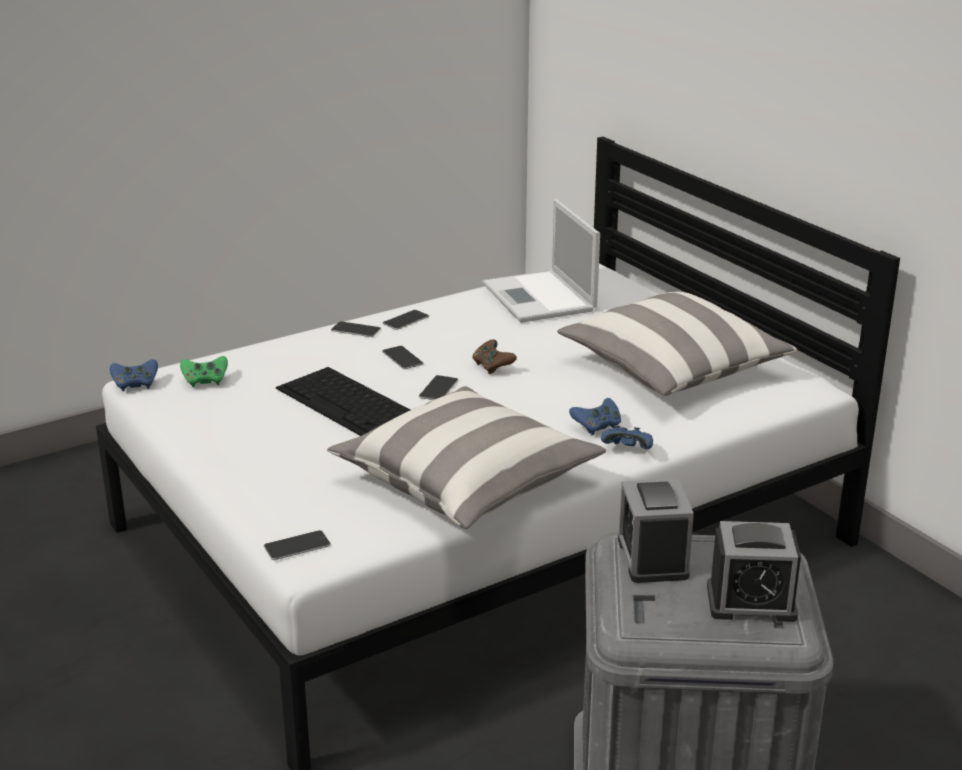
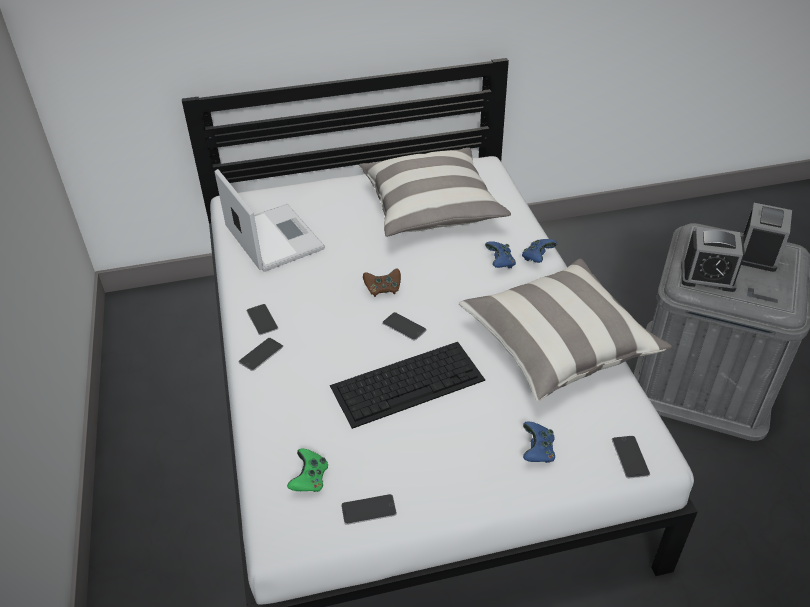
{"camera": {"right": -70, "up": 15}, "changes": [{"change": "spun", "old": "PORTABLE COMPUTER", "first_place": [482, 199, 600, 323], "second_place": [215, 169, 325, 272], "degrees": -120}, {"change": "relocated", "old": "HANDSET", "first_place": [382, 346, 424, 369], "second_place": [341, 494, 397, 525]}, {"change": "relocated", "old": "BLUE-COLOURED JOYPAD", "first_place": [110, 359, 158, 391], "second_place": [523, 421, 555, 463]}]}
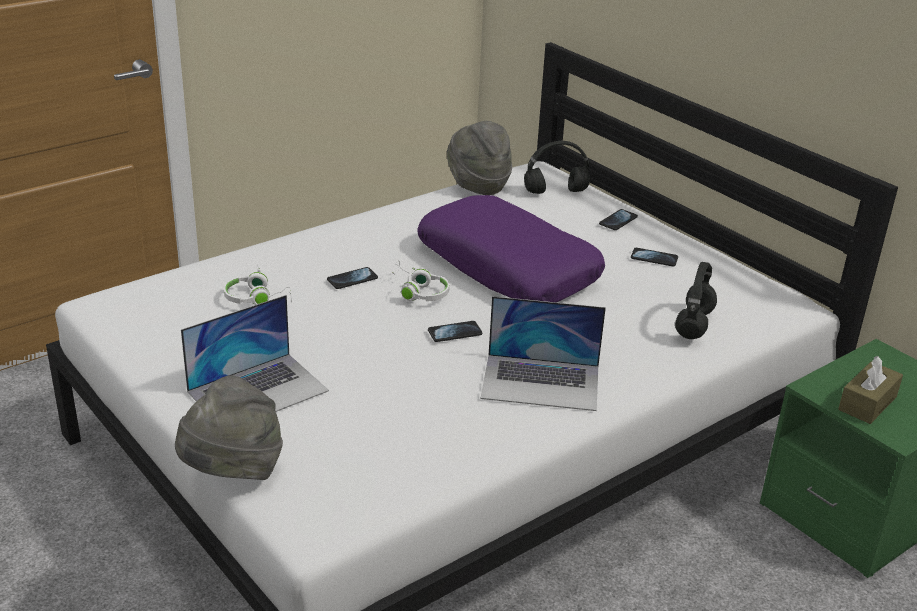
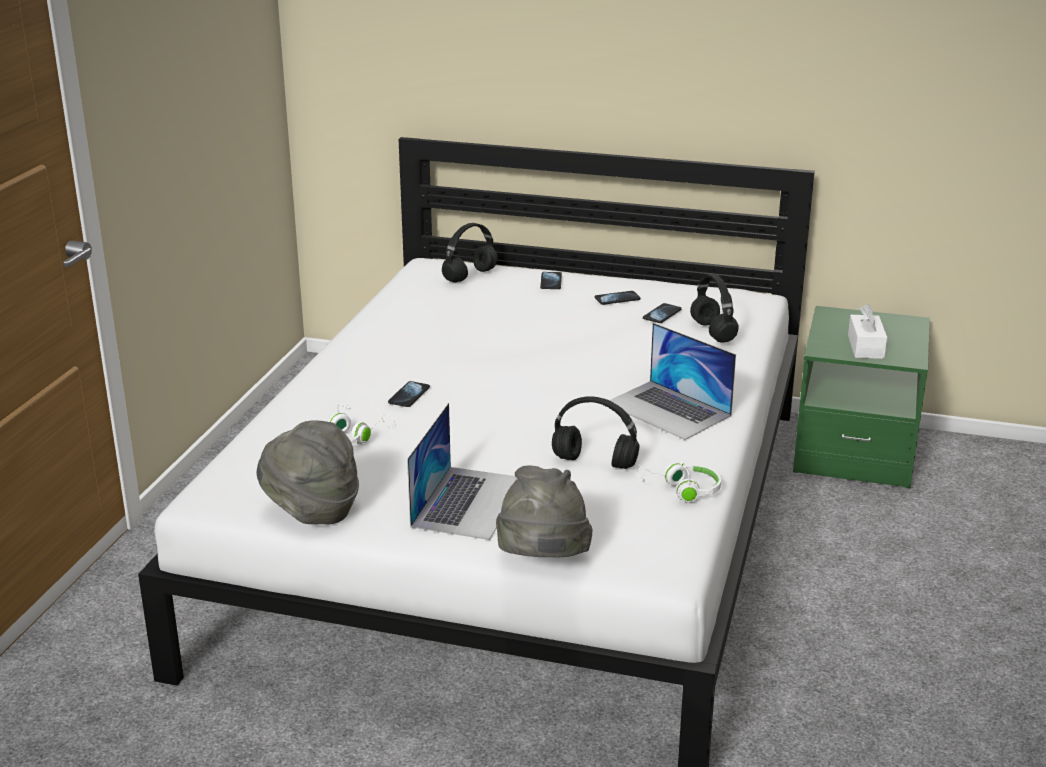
{"camera": {"right": -35, "up": -5}, "changes": [{"change": "relocated", "old": "GRAY CLOTHING HAT", "first_place": [447, 121, 512, 195], "second_place": [257, 420, 359, 524]}, {"change": "appeared", "new": "BLACK HEADSET", "second_place": [552, 396, 639, 469]}, {"change": "spun", "old": "PORTABLE COMPUTER", "first_place": [480, 296, 606, 411], "second_place": [609, 323, 736, 440], "degrees": 75}, {"change": "relocated", "old": "WHITE HEADSET", "first_place": [392, 260, 450, 301], "second_place": [637, 462, 721, 502]}, {"change": "relocated", "old": "HANDSET", "first_place": [428, 321, 482, 342], "second_place": [643, 303, 682, 323]}, {"change": "colour", "old": "BROWNISH BOX OF TISSUES", "new": "WHITE BOX OF TISSUES", "first_place": [838, 356, 903, 424], "second_place": [848, 304, 887, 359]}, {"change": "missing", "old": "PURPLE-COLOURED CUSHION", "first_place": [417, 195, 605, 302]}]}
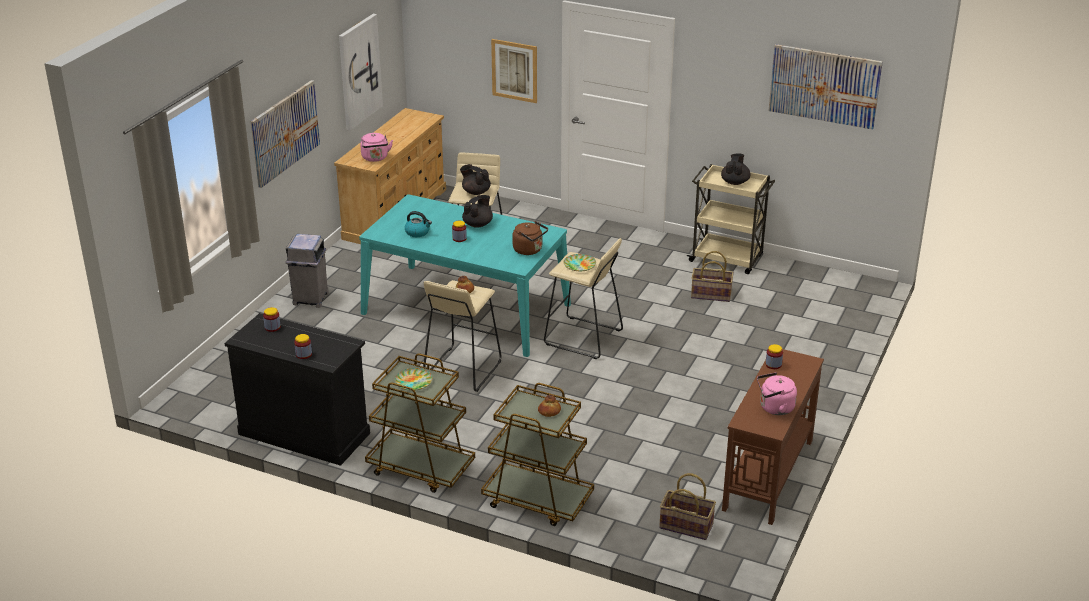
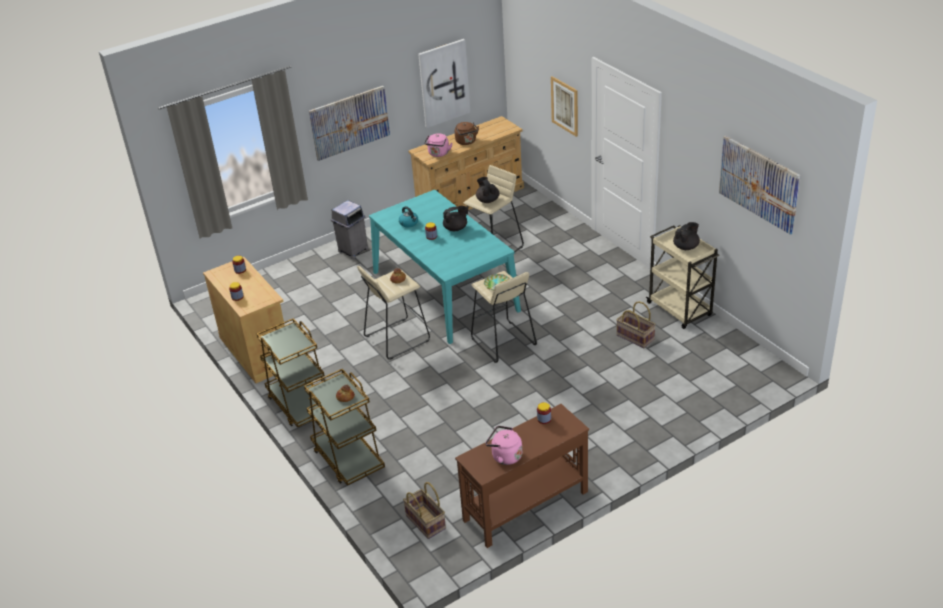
{"camera": {"right": 35, "up": 5}, "changes": [{"change": "colour", "old": "BLACK CABINET", "new": "BEIGE-COLOURED CABINET", "first_place": [225, 313, 370, 466], "second_place": [203, 257, 285, 383]}, {"change": "relocated", "old": "BROWNISH TEA KETTLE", "first_place": [512, 221, 548, 255], "second_place": [455, 122, 479, 145]}, {"change": "missing", "old": "PLATE", "first_place": [395, 368, 433, 391]}]}
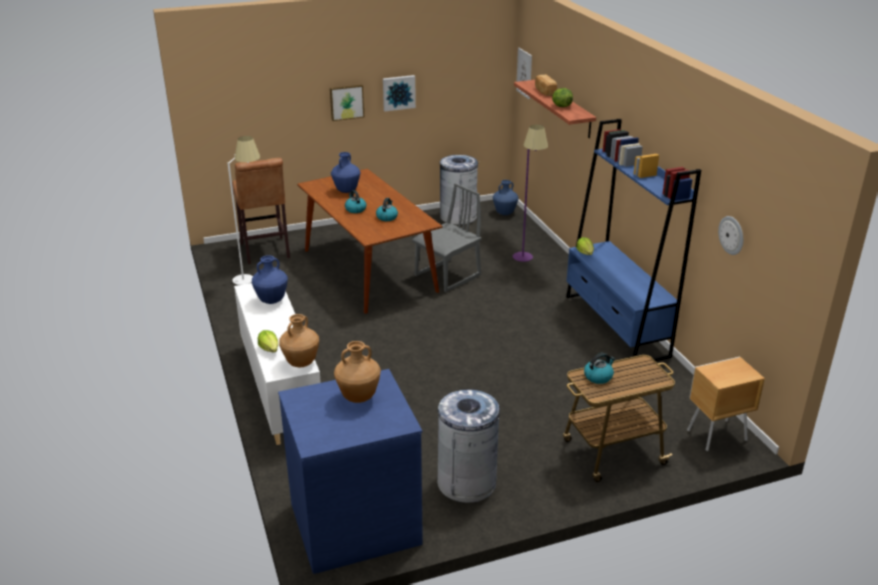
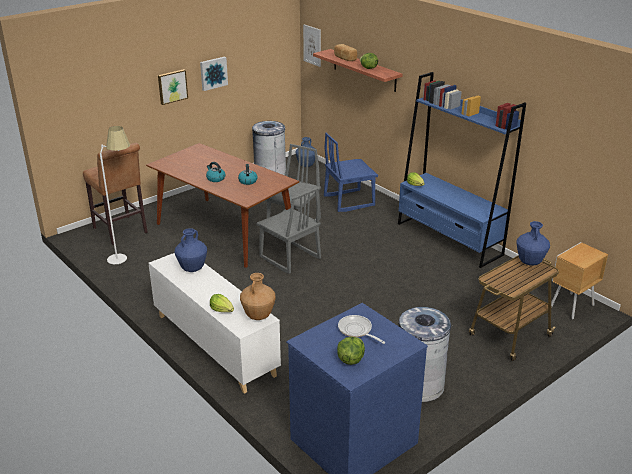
{"camera": {"right": -20, "up": 0}, "changes": [{"change": "appeared", "new": "GRAY CHAIR", "second_place": [256, 188, 321, 274]}, {"change": "exchanged", "old": "PURPLE-COLOURED STANDING LAMP", "new": "BLUE-COLOURED CHAIR", "first_place": [513, 125, 548, 262], "second_place": [324, 132, 378, 212]}, {"change": "appeared", "new": "HEAD OF LETTUCE", "second_place": [337, 337, 365, 365]}, {"change": "exchanged", "old": "BROWNISH DECORATIVE VASE", "new": "SKILLET", "first_place": [334, 341, 381, 403], "second_place": [338, 315, 386, 344]}, {"change": "relocated", "old": "BLUE-COLOURED DECORATIVE VASE", "first_place": [331, 152, 360, 193], "second_place": [516, 221, 550, 266]}, {"change": "missing", "old": "TEA KETTLE", "first_place": [584, 353, 615, 384]}, {"change": "missing", "old": "CLOCK ON THE WALL", "first_place": [718, 216, 743, 255]}]}
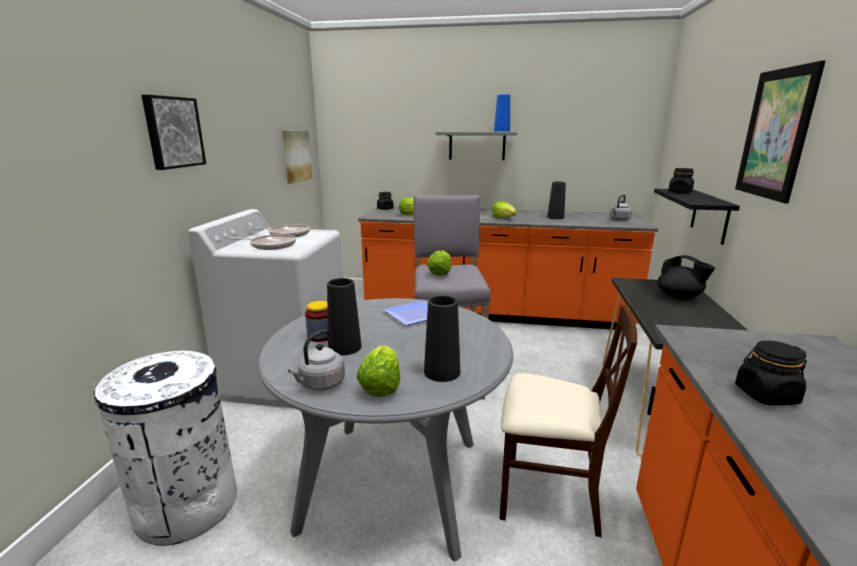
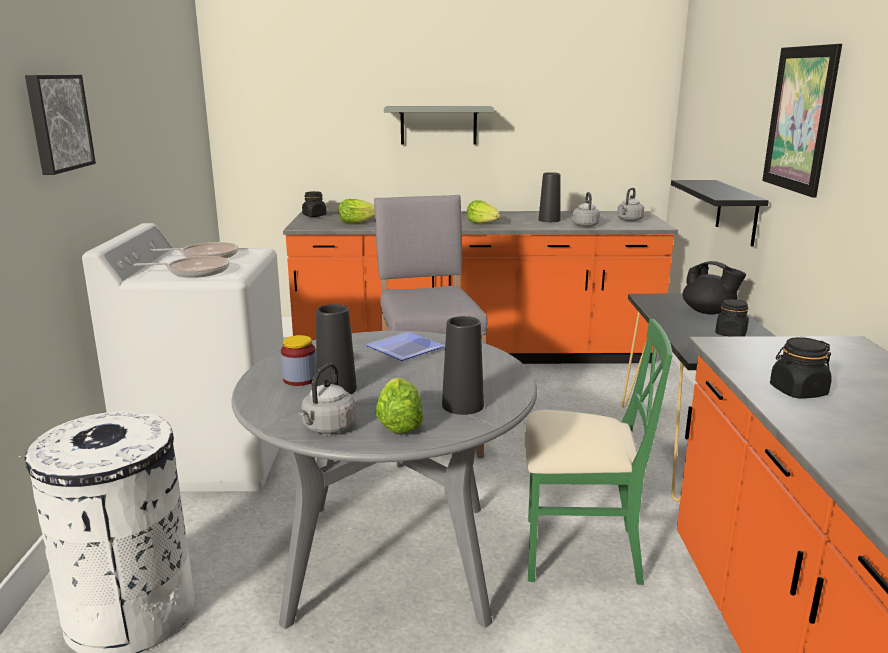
{"camera": {"right": -10, "up": 0}, "changes": [{"change": "colour", "old": "BEIGE-COLOURED CHAIR", "new": "GREEN CHAIR", "first_place": [499, 305, 637, 537], "second_place": [525, 319, 673, 585]}, {"change": "appeared", "new": "GRAY TEA KETTLE", "second_place": [573, 192, 600, 227]}, {"change": "relocated", "old": "BLACK STORAGE JAR", "first_place": [668, 168, 694, 193], "second_place": [715, 299, 749, 337]}, {"change": "missing", "old": "PICTURE", "first_place": [282, 130, 312, 184]}, {"change": "missing", "old": "HEAD OF LETTUCE", "first_place": [427, 250, 451, 276]}, {"change": "missing", "old": "BLUE-COLOURED DECORATIVE VASE", "first_place": [494, 94, 510, 132]}]}
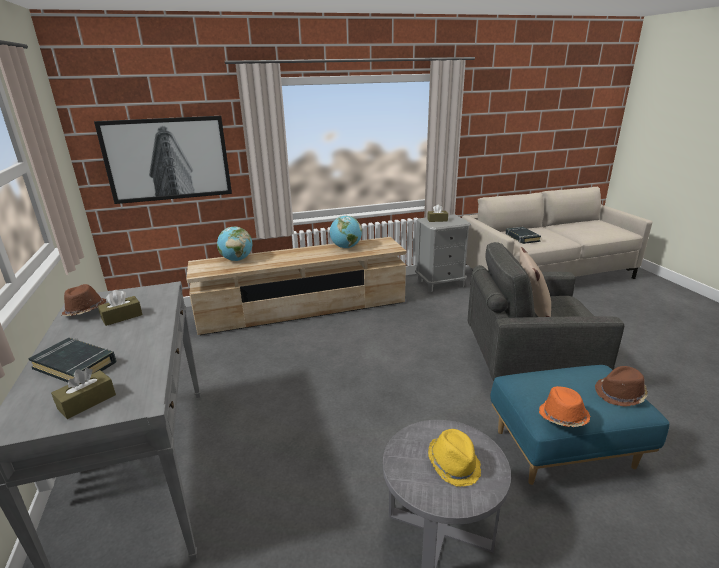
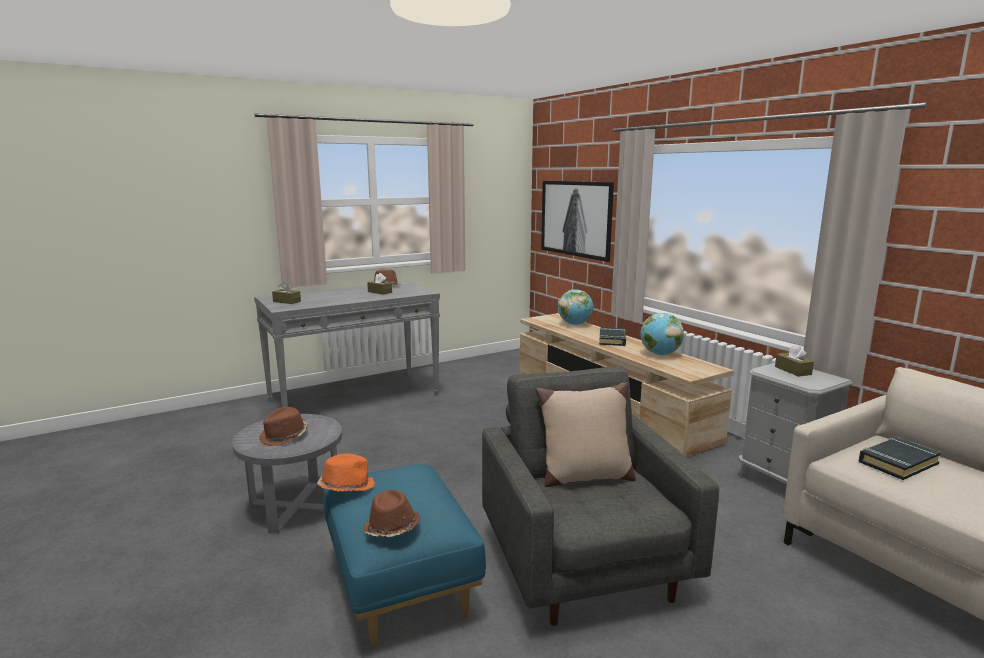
{"camera": {"right": 75, "up": -10}, "changes": [{"change": "colour", "old": "YELLOW-COLOURED CLOTHING HAT", "new": "BROWNISH CLOTHING HAT", "first_place": [428, 429, 481, 487], "second_place": [259, 407, 307, 446]}, {"change": "relocated", "old": "BLACK BOUND BOOK", "first_place": [28, 338, 116, 382], "second_place": [599, 327, 626, 346]}]}
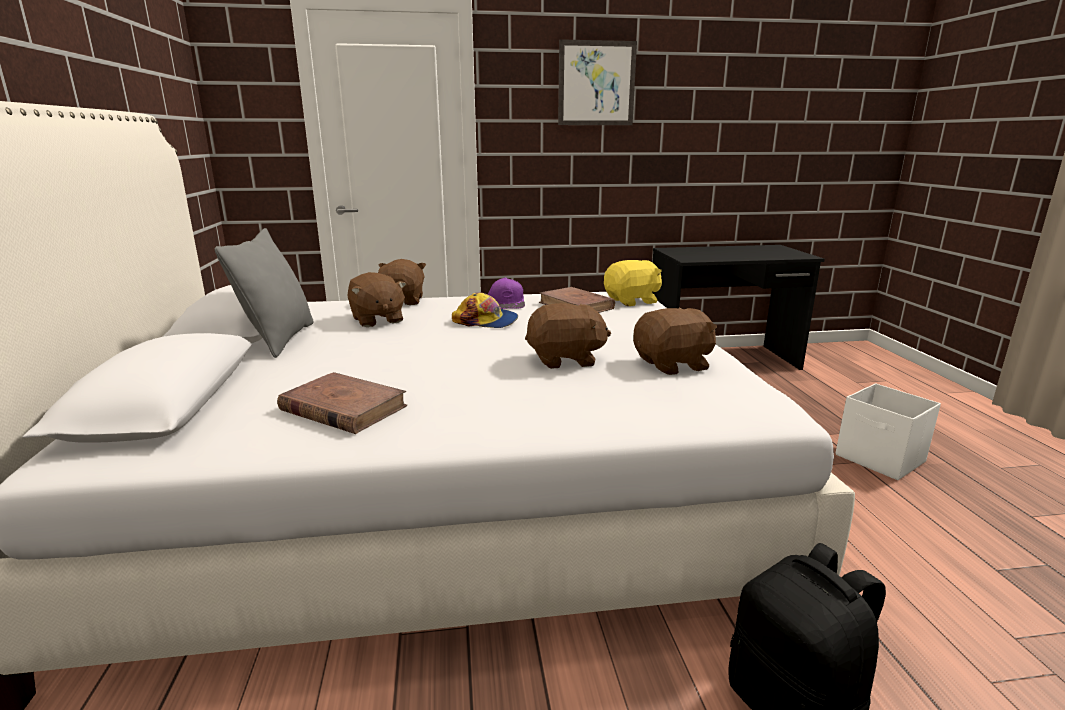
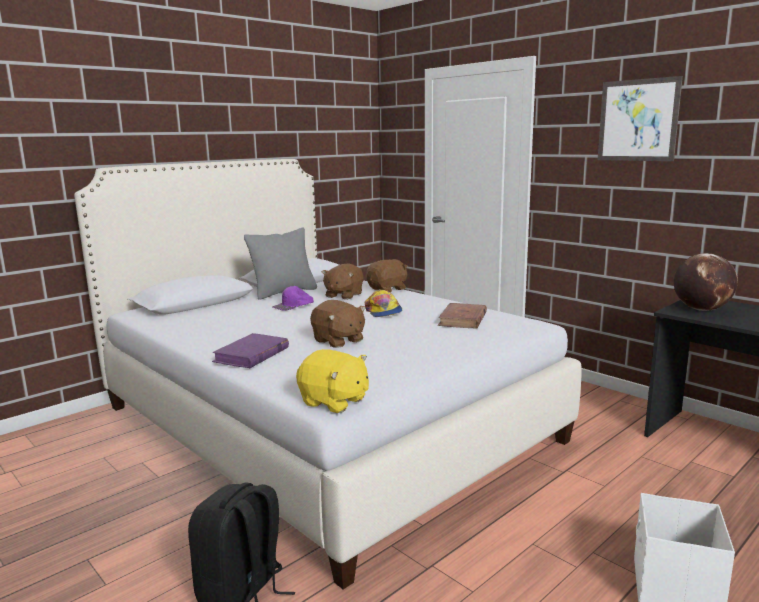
{"camera": {"right": 55, "up": -5}, "changes": [{"change": "appeared", "new": "PURPLE-COLOURED BOUND BOOK", "second_place": [212, 333, 289, 368]}, {"change": "relocated", "old": "PURPLE-COLOURED CAP", "first_place": [488, 277, 525, 309], "second_place": [273, 286, 314, 311]}, {"change": "relocated", "old": "YELLOW-COLOURED CUDDLY TOY", "first_place": [604, 260, 662, 306], "second_place": [296, 349, 369, 413]}, {"change": "appeared", "new": "DESK GLOBE", "second_place": [674, 253, 738, 311]}, {"change": "missing", "old": "BROWNISH BOUND BOOK", "first_place": [277, 372, 407, 434]}, {"change": "missing", "old": "BROWNISH CUDDLY TOY", "first_place": [633, 308, 717, 375]}]}
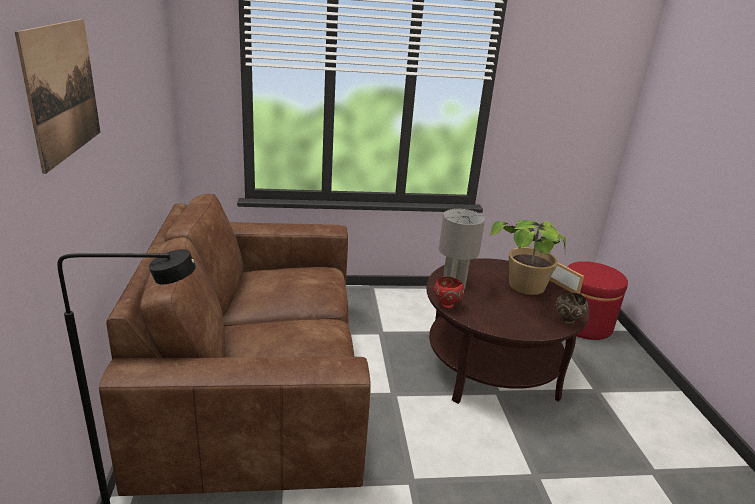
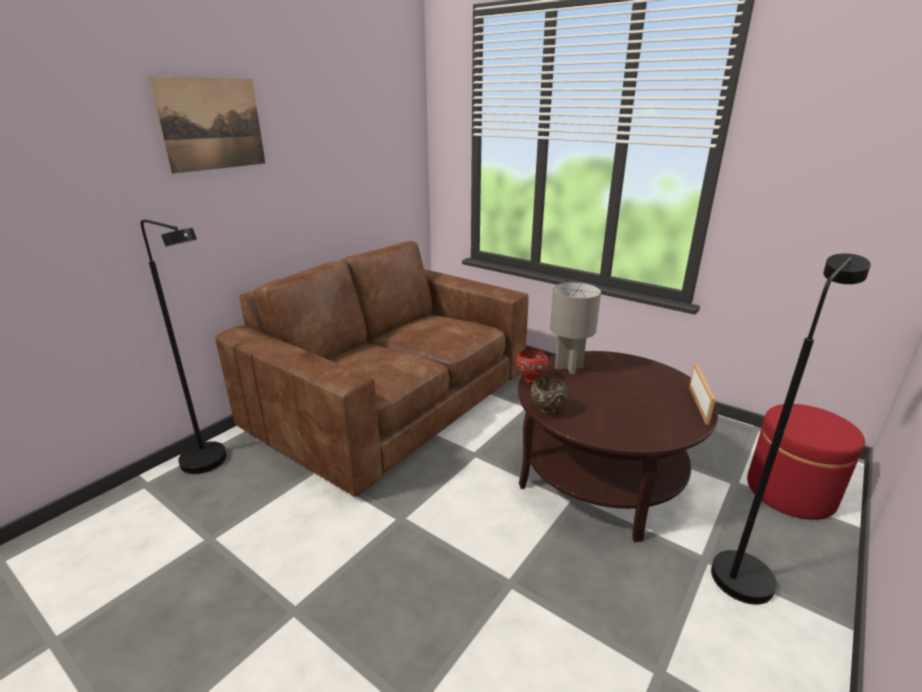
{"camera": {"right": 45, "up": 0}, "changes": [{"change": "relocated", "old": "BROWNISH SERVING BOWL", "first_place": [556, 292, 588, 324], "second_place": [531, 376, 568, 414]}, {"change": "appeared", "new": "BLACK STANDING LAMP", "second_place": [711, 253, 871, 605]}, {"change": "missing", "old": "PLANT IN A POT", "first_place": [490, 220, 566, 295]}]}
